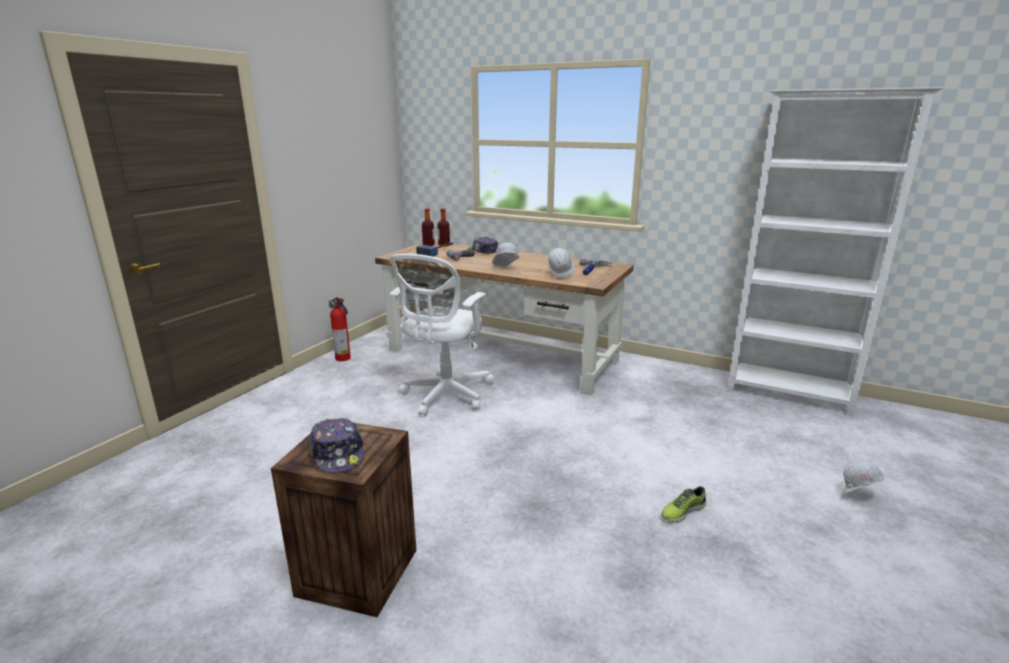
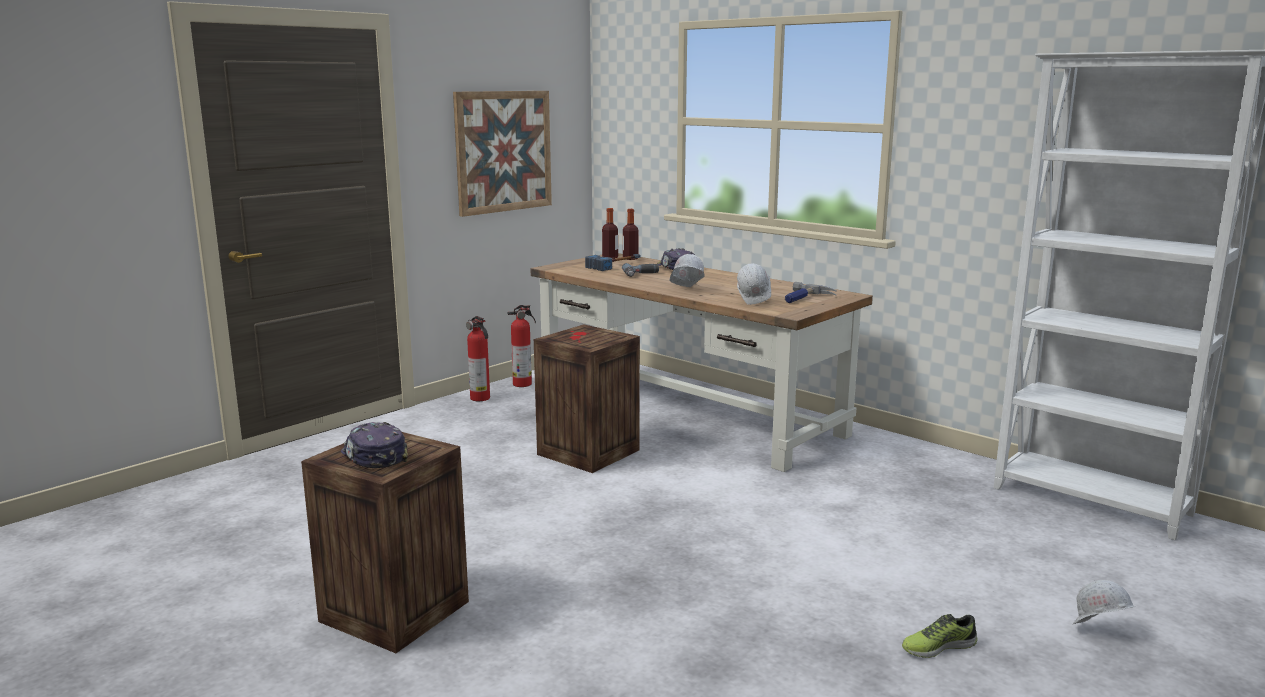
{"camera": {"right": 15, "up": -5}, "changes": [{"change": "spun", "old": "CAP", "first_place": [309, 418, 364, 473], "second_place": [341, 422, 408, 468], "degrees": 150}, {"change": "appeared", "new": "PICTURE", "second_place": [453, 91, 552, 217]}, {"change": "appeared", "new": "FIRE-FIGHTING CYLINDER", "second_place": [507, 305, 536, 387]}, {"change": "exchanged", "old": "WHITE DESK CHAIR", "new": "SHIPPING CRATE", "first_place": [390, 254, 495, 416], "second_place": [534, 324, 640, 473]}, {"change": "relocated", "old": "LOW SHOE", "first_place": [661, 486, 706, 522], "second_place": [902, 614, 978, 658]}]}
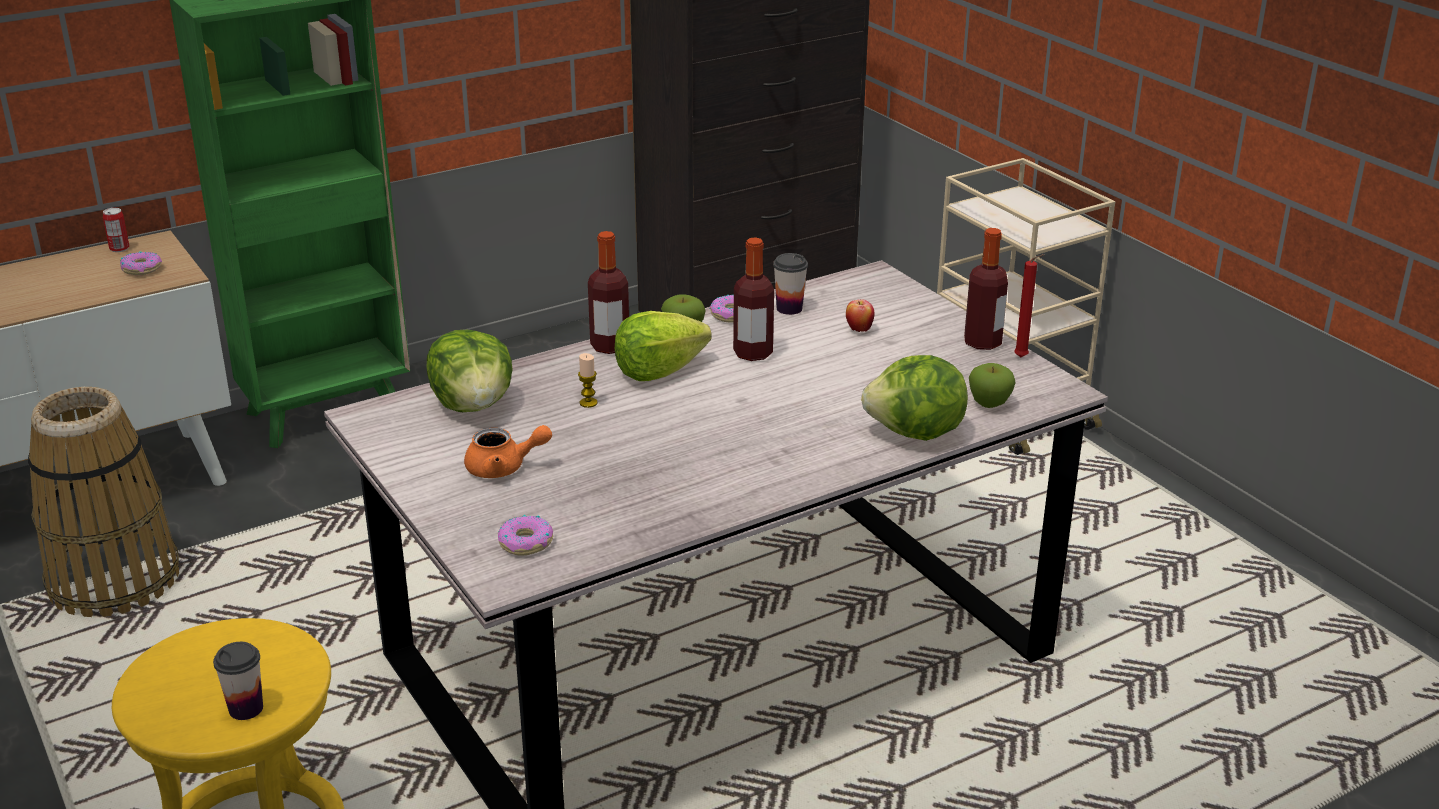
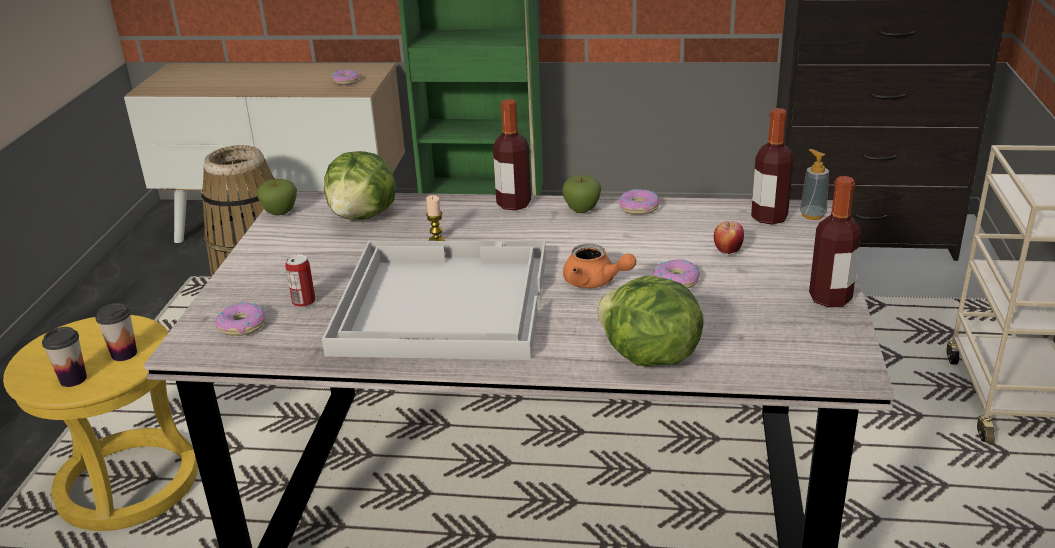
{"camera": {"right": 40, "up": 0}, "changes": [{"change": "relocated", "old": "SMALL CUP", "first_place": [773, 253, 808, 315], "second_place": [95, 303, 137, 361]}, {"change": "relocated", "old": "WHOLE APPLE", "first_place": [969, 363, 1016, 408], "second_place": [257, 179, 297, 215]}, {"change": "relocated", "old": "SEALED CAN", "first_place": [103, 208, 129, 252], "second_place": [285, 254, 315, 307]}, {"change": "appeared", "new": "WHITE CARRYING TRAY", "second_place": [322, 240, 546, 360]}, {"change": "relocated", "old": "ORANGE-COLOURED TEAPOT", "first_place": [464, 425, 552, 478], "second_place": [563, 244, 636, 288]}, {"change": "appeared", "new": "RING DOUGHNUT", "second_place": [653, 259, 700, 288]}, {"change": "relocated", "old": "BEVERAGE BOTTLE", "first_place": [733, 237, 774, 361], "second_place": [751, 108, 794, 225]}, {"change": "appeared", "new": "SOAP BOTTLE", "second_place": [800, 149, 829, 220]}, {"change": "missing", "old": "HEAD OF LETTUCE", "first_place": [615, 311, 712, 381]}, {"change": "missing", "old": "REDDISH CANDLE", "first_place": [1014, 254, 1044, 357]}]}
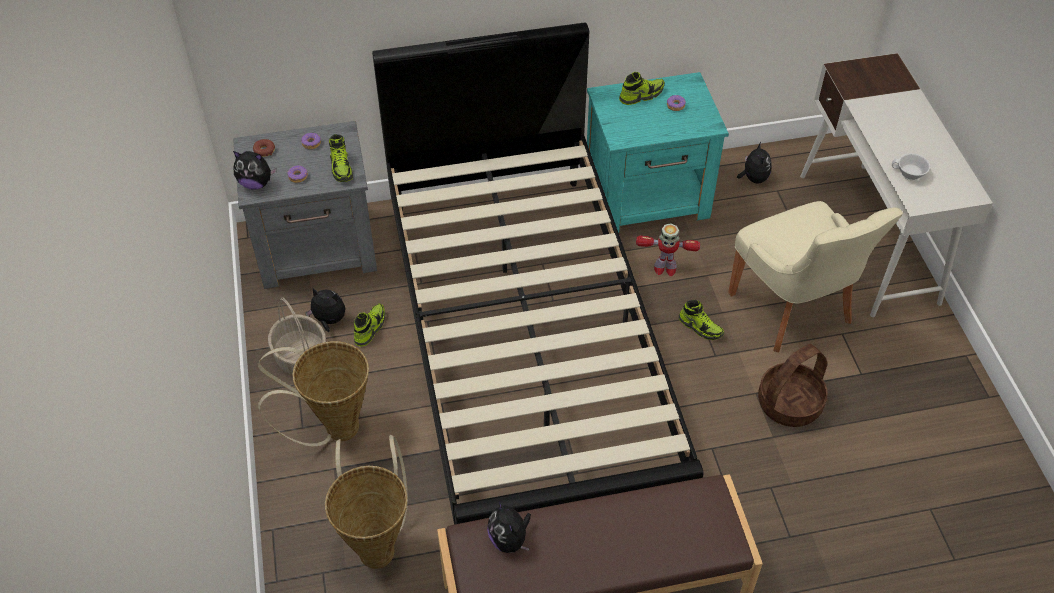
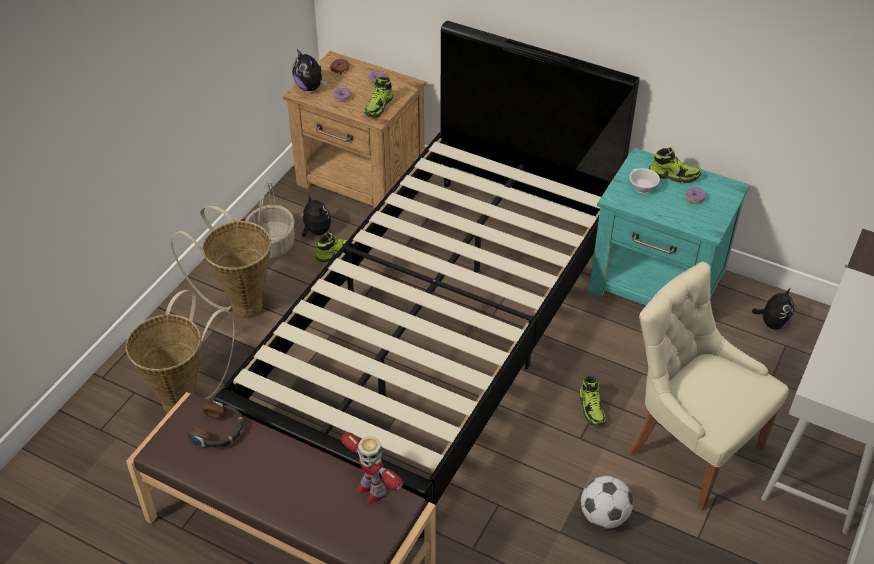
{"camera": {"right": 40, "up": -5}, "changes": [{"change": "exchanged", "old": "CUDDLY TOY", "new": "HEADSET", "first_place": [487, 501, 531, 553], "second_place": [188, 401, 244, 448]}, {"change": "colour", "old": "GRAY NIGHT TABLE", "new": "BROWNISH NIGHT TABLE", "first_place": [233, 121, 377, 289], "second_place": [283, 51, 426, 210]}, {"change": "relocated", "old": "MODEL ROBOT", "first_place": [636, 223, 700, 276], "second_place": [341, 432, 403, 503]}, {"change": "exchanged", "old": "HOUSEHOLD BASKET", "new": "FOOTBALL", "first_place": [758, 344, 828, 427], "second_place": [581, 476, 633, 529]}, {"change": "relocated", "old": "WHITE SMALL CUP", "first_place": [892, 153, 930, 180], "second_place": [629, 168, 660, 194]}, {"change": "spun", "old": "BEIGE-COLOURED CHAIR", "first_place": [728, 201, 903, 352], "second_place": [629, 261, 789, 511], "degrees": 120}]}
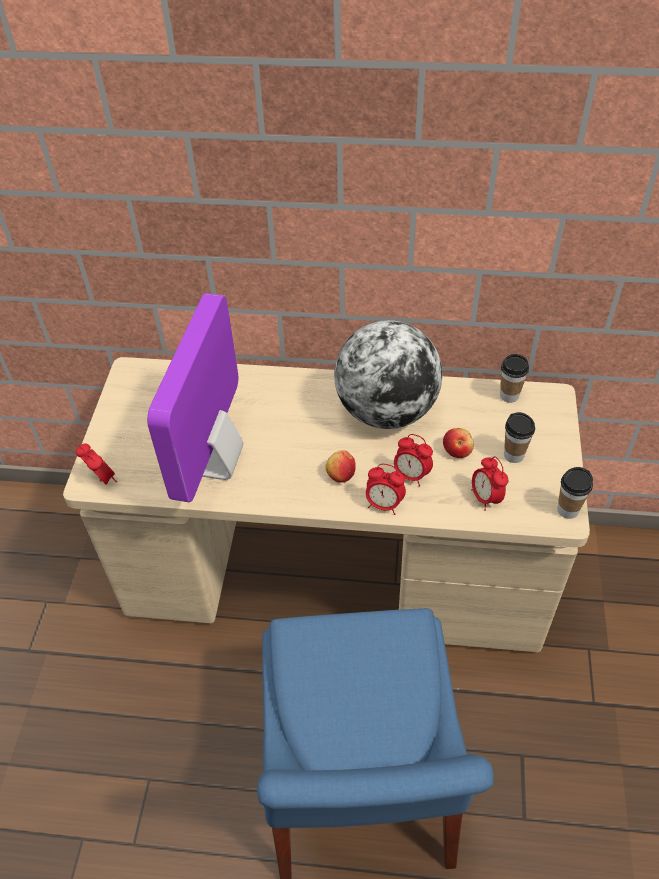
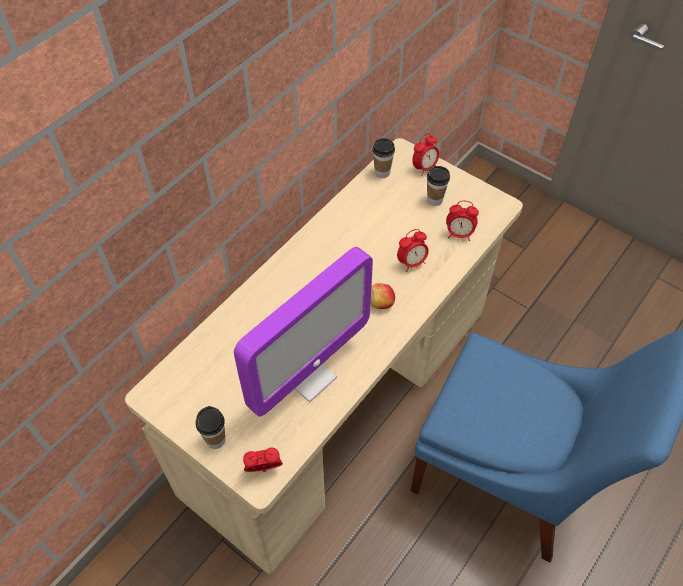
{"camera": {"right": -60, "up": 5}, "changes": [{"change": "relocated", "old": "SMALL CUP", "first_place": [557, 467, 593, 519], "second_place": [196, 406, 226, 449]}, {"change": "spun", "old": "MONITOR", "first_place": [147, 293, 243, 502], "second_place": [234, 247, 373, 417], "degrees": -90}, {"change": "relocated", "old": "ALARM CLOCK", "first_place": [366, 464, 406, 515], "second_place": [412, 133, 439, 176]}, {"change": "missing", "old": "DESK GLOBE", "first_place": [334, 320, 443, 429]}, {"change": "missing", "old": "WHOLE APPLE", "first_place": [443, 428, 474, 458]}]}
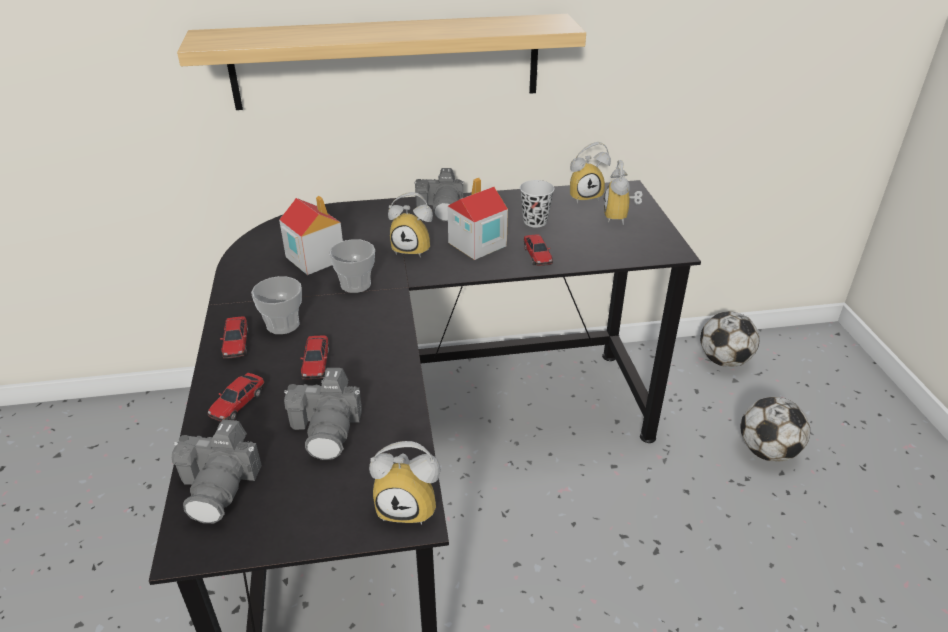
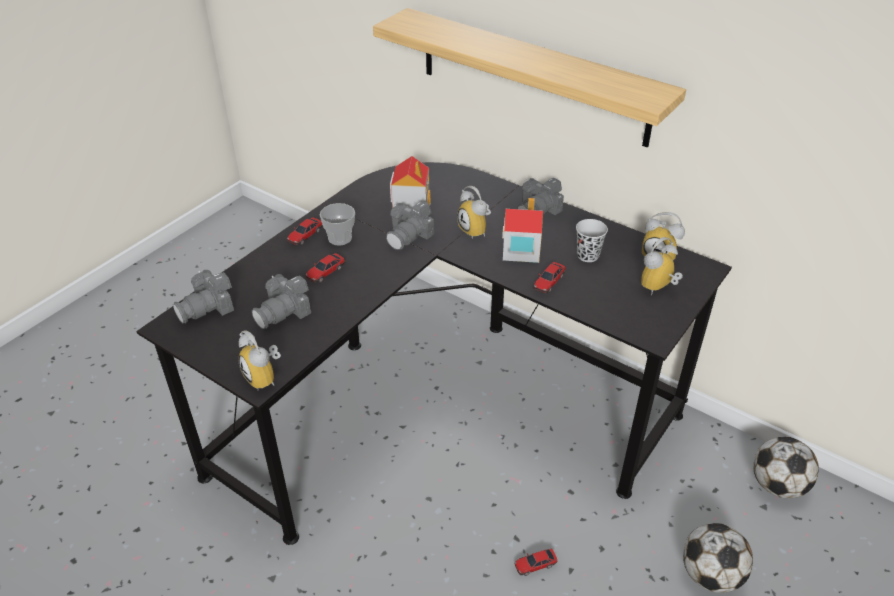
{"camera": {"right": 45, "up": 5}, "changes": [{"change": "exchanged", "old": "SMALL CUP", "new": "PHOTO CAMERA", "first_place": [329, 239, 375, 293], "second_place": [386, 201, 434, 250]}, {"change": "relocated", "old": "MINIATURE CAR", "first_place": [207, 373, 265, 422], "second_place": [515, 549, 558, 576]}]}
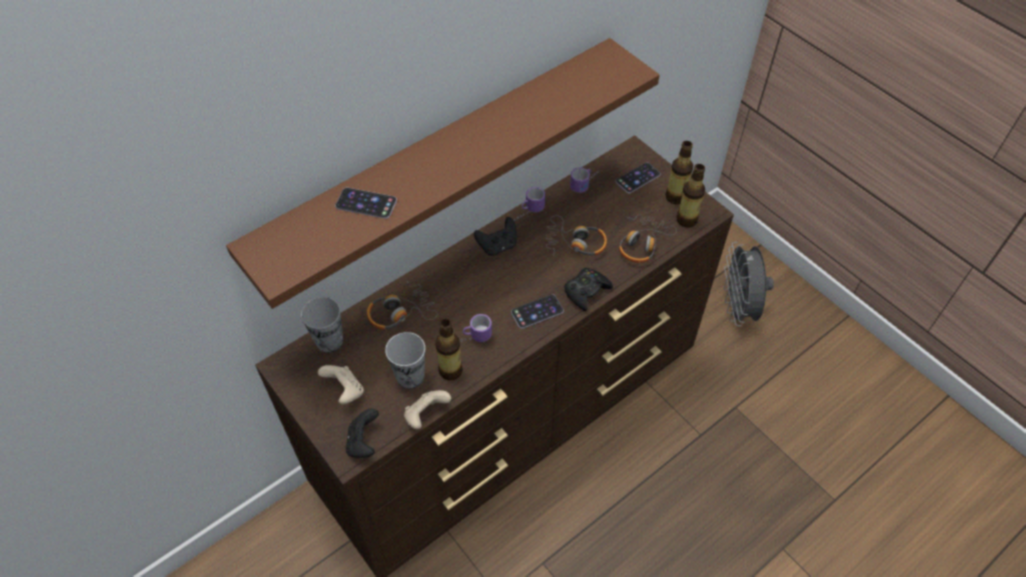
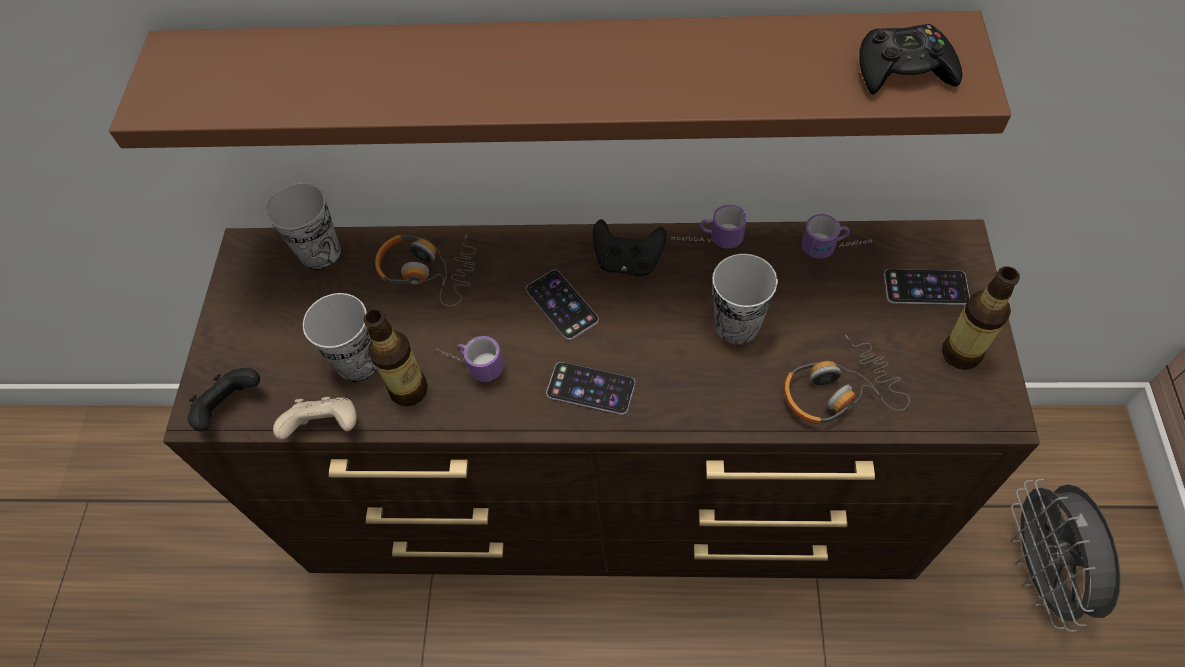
{"camera": {"right": 45, "up": 5}, "changes": [{"change": "relocated", "old": "HANDSET", "first_place": [335, 188, 397, 219], "second_place": [526, 270, 599, 340]}, {"change": "exchanged", "old": "HEADSET", "new": "SMALL CUP", "first_place": [545, 215, 607, 256], "second_place": [713, 254, 778, 345]}, {"change": "relocated", "old": "BLACK JOYPAD", "first_place": [564, 268, 613, 311], "second_place": [859, 24, 962, 95]}, {"change": "spun", "old": "GRAY ELECTRIC FAN", "first_place": [724, 242, 774, 326], "second_place": [1011, 479, 1121, 632], "degrees": -45}, {"change": "missing", "old": "BEIGE-COLOURED JOYPAD", "first_place": [318, 365, 364, 404]}, {"change": "missing", "old": "BEVERAGE BOTTLE", "first_place": [677, 164, 705, 227]}]}
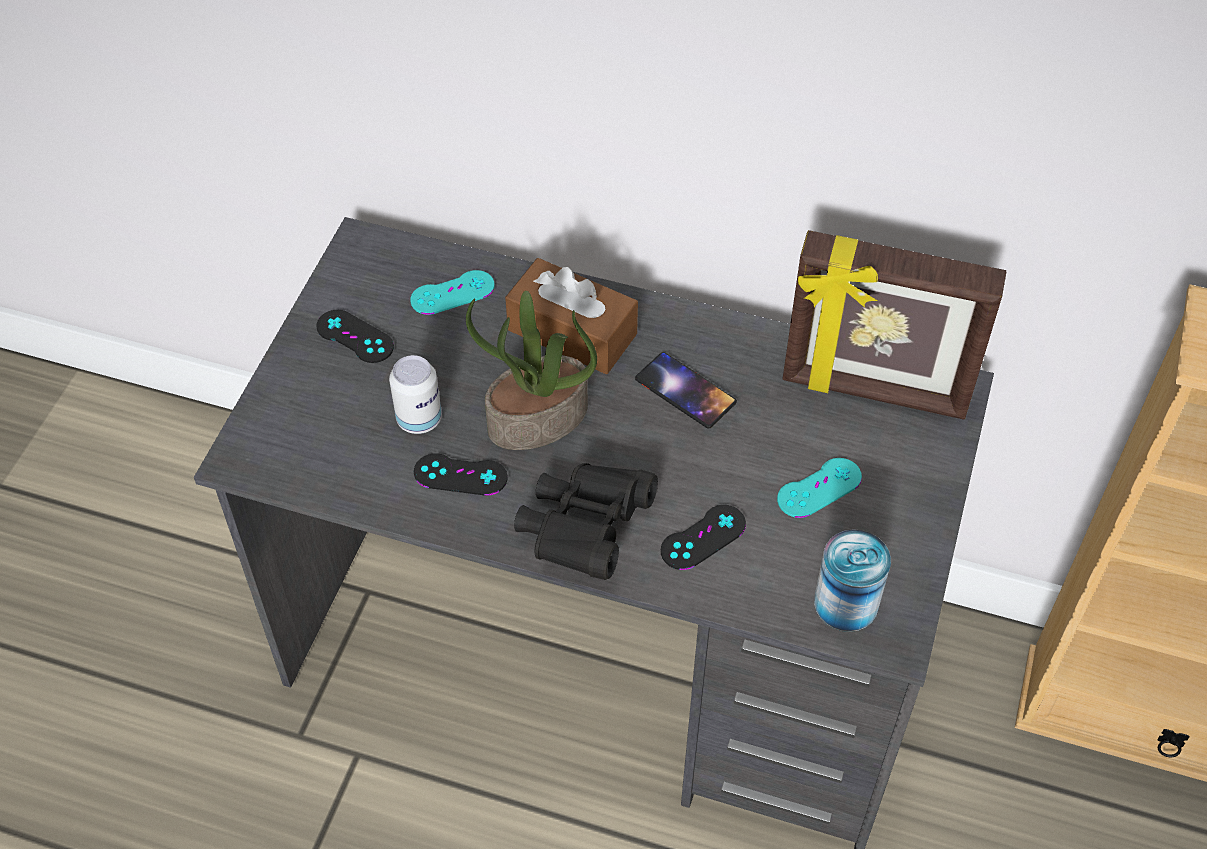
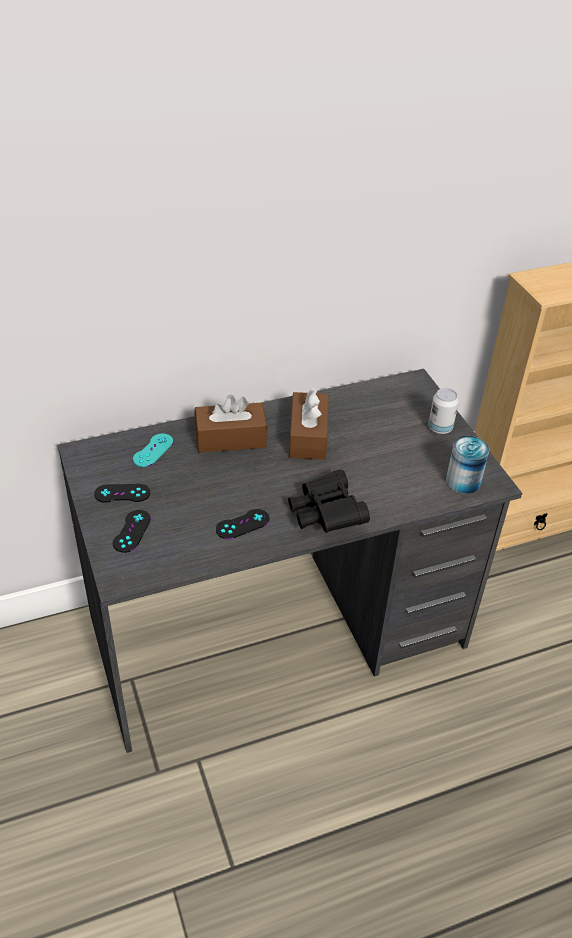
{"camera": {"right": -40, "up": -10}, "changes": [{"change": "relocated", "old": "BLACK JOYPAD", "first_place": [661, 505, 746, 570], "second_place": [113, 510, 151, 553]}, {"change": "exchanged", "old": "HANDSET", "new": "BROWNISH BOX OF TISSUES", "first_place": [635, 352, 737, 429], "second_place": [289, 387, 329, 460]}, {"change": "relocated", "old": "SEALED CAN", "first_place": [389, 355, 442, 434], "second_place": [428, 388, 459, 434]}, {"change": "missing", "old": "PLANT IN A POT", "first_place": [466, 291, 597, 450]}, {"change": "missing", "old": "TURQUOISE-COLOURED JOYPAD", "first_place": [777, 458, 862, 518]}, {"change": "missing", "old": "PHOTO FRAME", "first_place": [783, 230, 1006, 420]}]}
